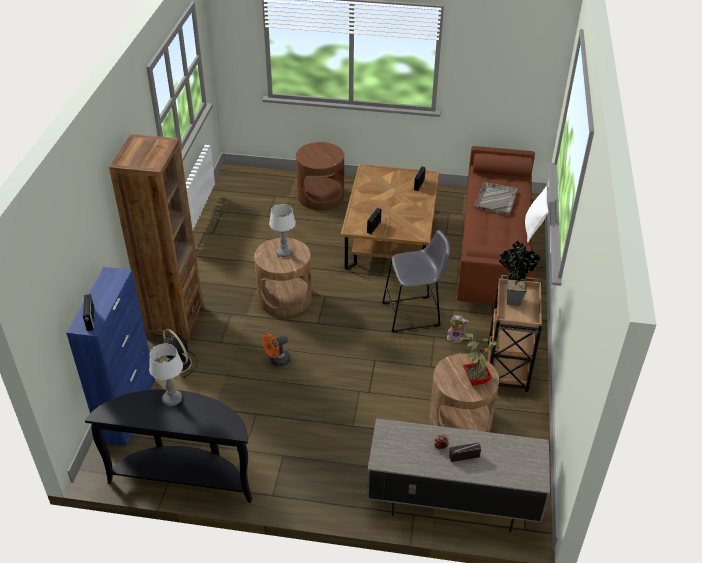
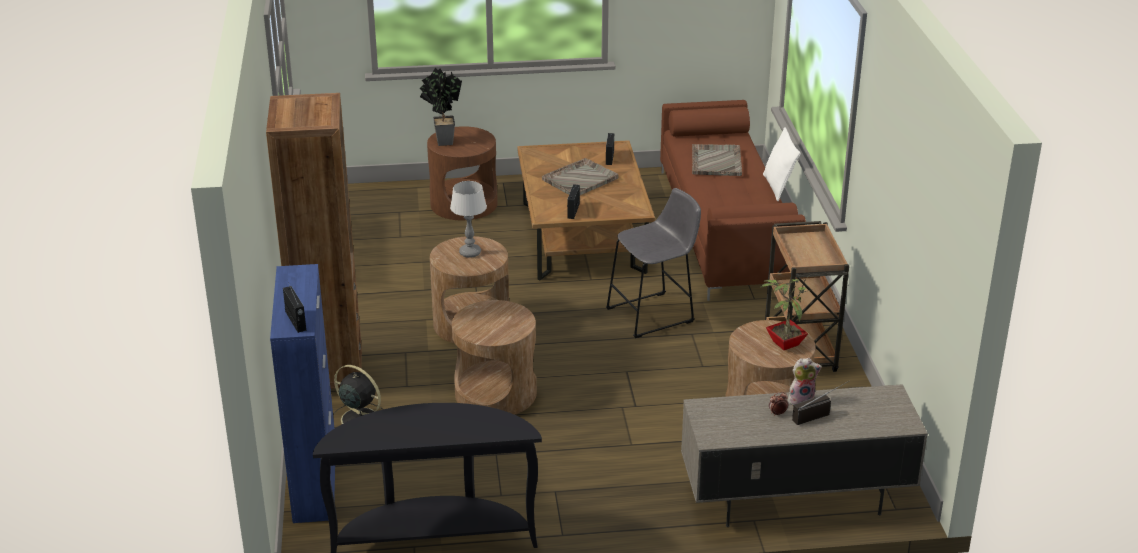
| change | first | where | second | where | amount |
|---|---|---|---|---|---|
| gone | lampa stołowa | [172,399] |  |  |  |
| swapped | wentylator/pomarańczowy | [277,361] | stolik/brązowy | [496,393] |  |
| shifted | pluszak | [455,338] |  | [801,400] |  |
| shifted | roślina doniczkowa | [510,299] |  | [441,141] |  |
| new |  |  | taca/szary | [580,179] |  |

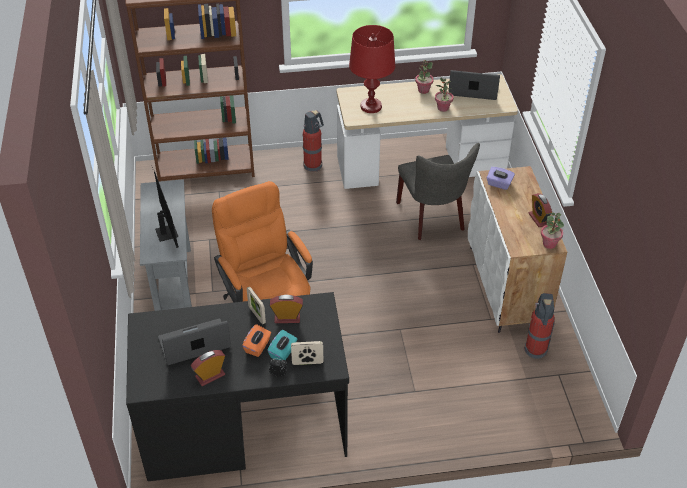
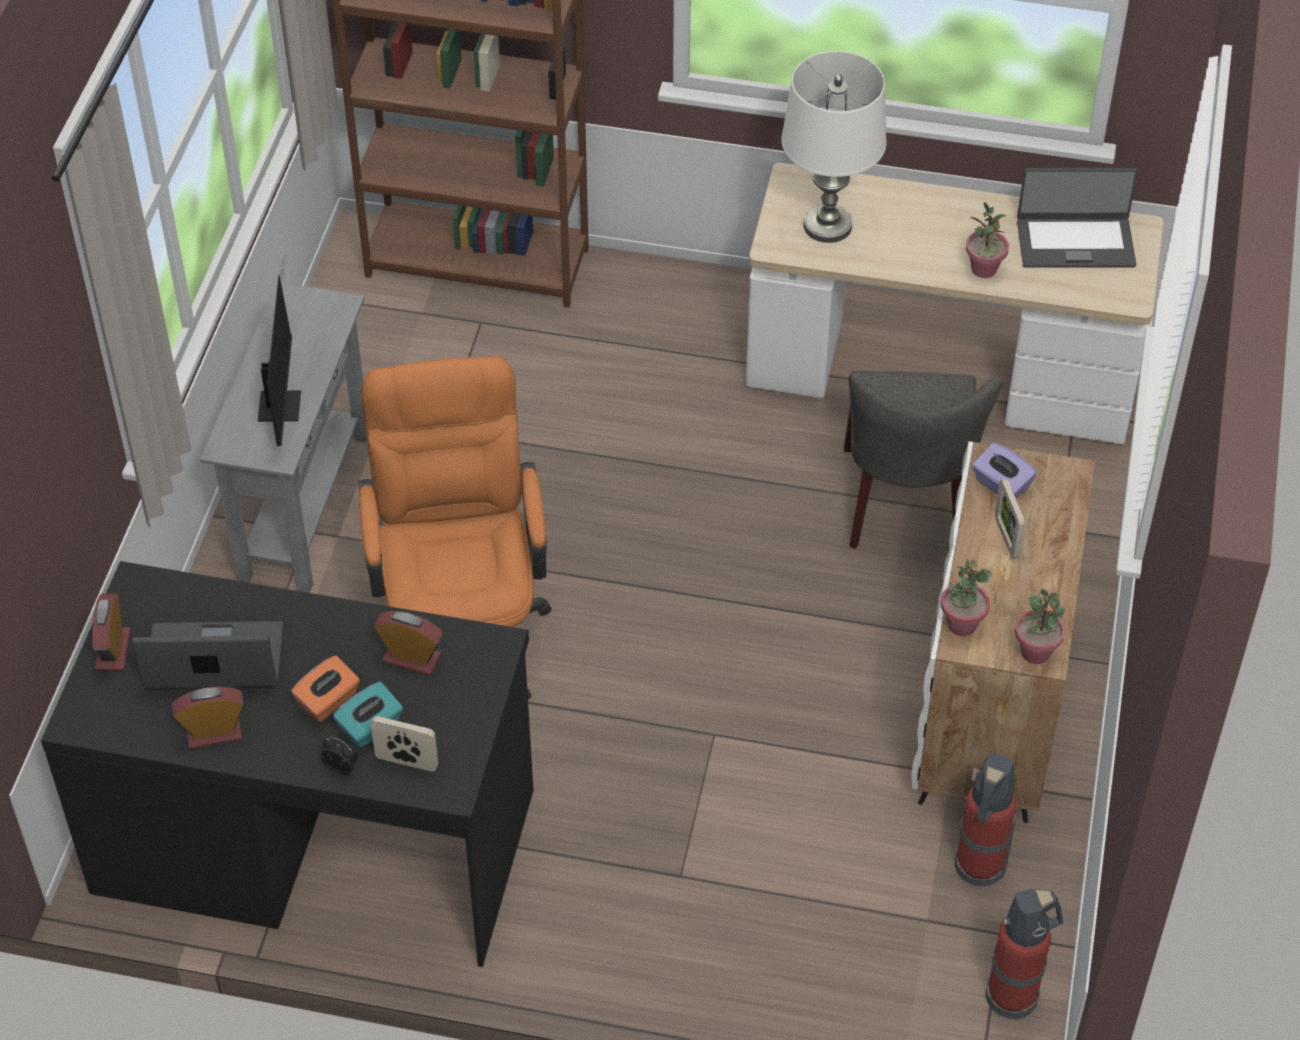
| change | first | where | second | where | amount |
|---|---|---|---|---|---|
| shifted | ramka na zdjęcie | [257,315] |  | [1006,537] |  |
| shifted | gaśnica | [313,165] |  | [1014,995] |  |
| repainted | lampa stołowa/czerwony | [371,106] | lampa stołowa/biały | [828,225] |  |
| shifted | roślina doniczkowa | [423,90] |  | [961,624] |  |
| rotated | laptop | [473,90] |  | [1075,242] | 150 degrees clockwise |
| shifted | budzik | [538,219] |  | [113,650] |  |

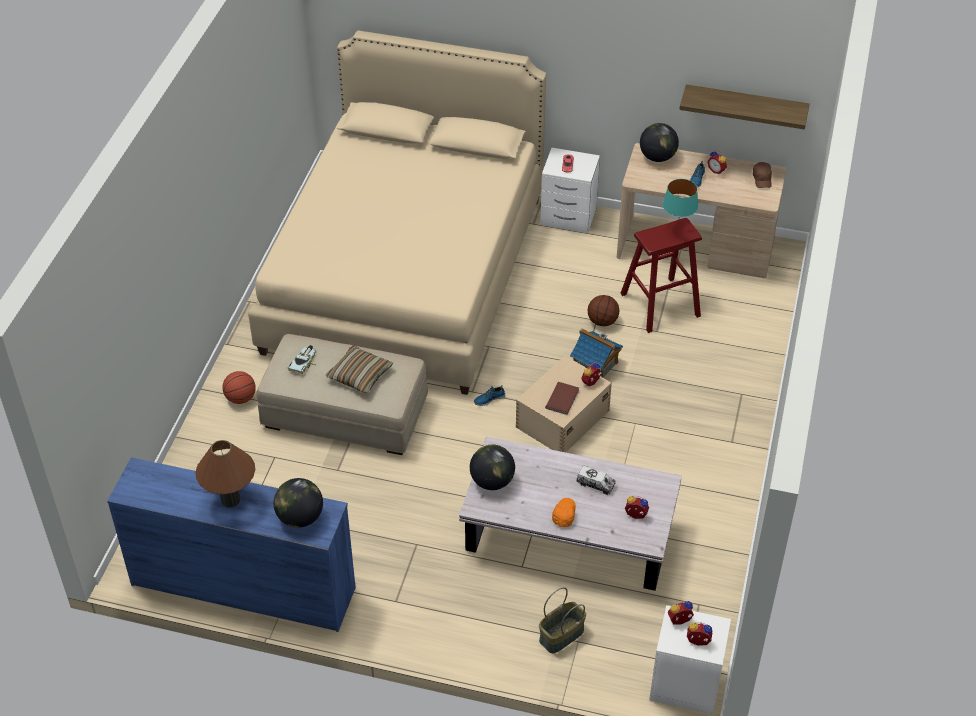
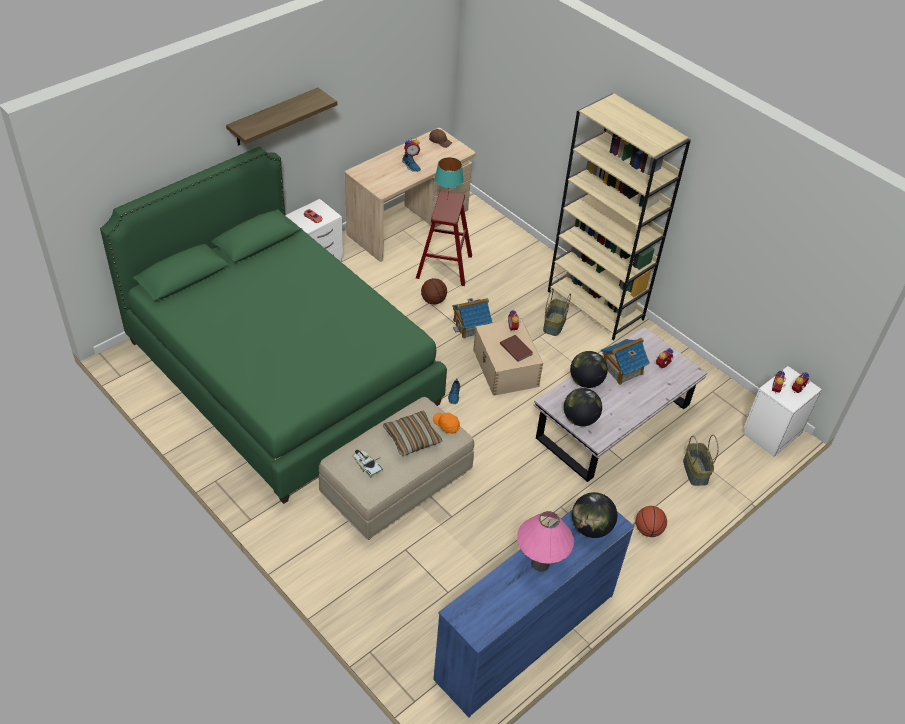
| change | first | where | second | where | amount |
|---|---|---|---|---|---|
| repainted | lampa stołowa/brązowy | [230,500] | lampa stołowa/różowy | [540,563] |  |
| shifted | piłka do koszykówki | [240,398] |  | [648,530] |  |
| repainted | łóżko/beżowy | [405,273] | łóżko/zielony | [282,372] |  |
| shifted | czapka z daszkiem/pomarańczowy | [564,515] |  | [446,425] |  |
| swapped | ciężarówka zabawkowa | [595,484] | domek | [621,369] |  |
| shifted | globus | [657,157] |  | [586,381] |  |
| shifted | półka | [745,106] |  | [274,117] |  |
| new |  |  | koszyk | [554,324] |  |
| new |  |  | regał/beżowy | [596,305] |  |

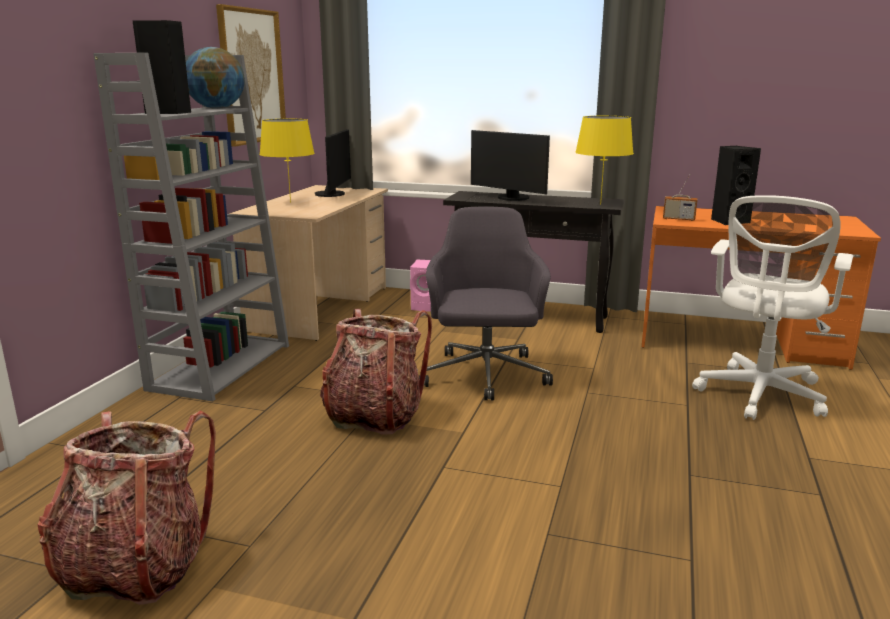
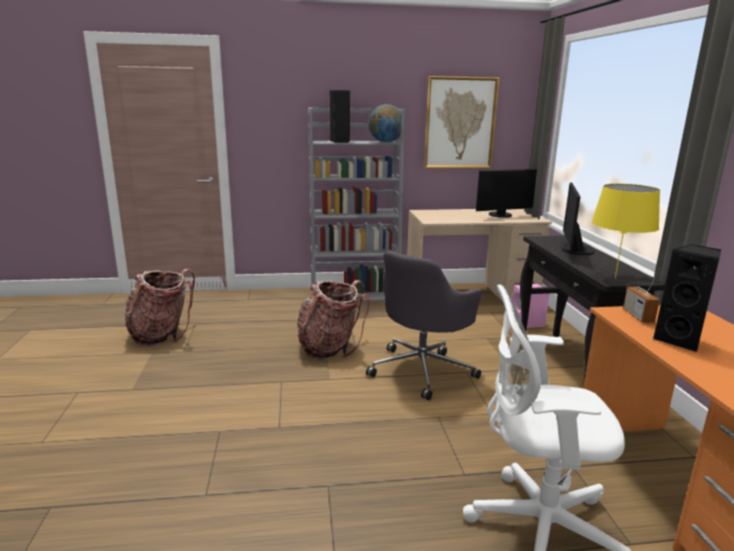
| change | first | where | second | where | amount |
|---|---|---|---|---|---|
| gone | lampa stołowa/żółty | [290,202] |  |  |  |
| rotated | krzesło biurowe/szary | [485,376] |  | [423,370] | 150 degrees clockwise |

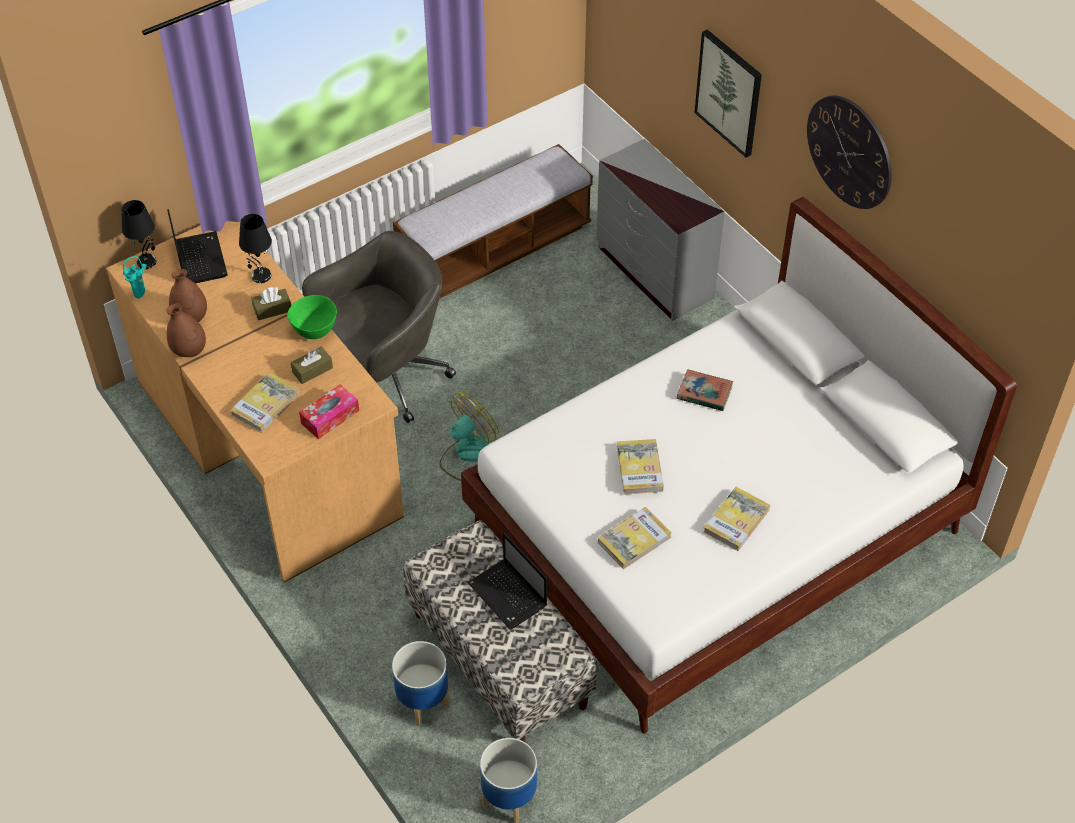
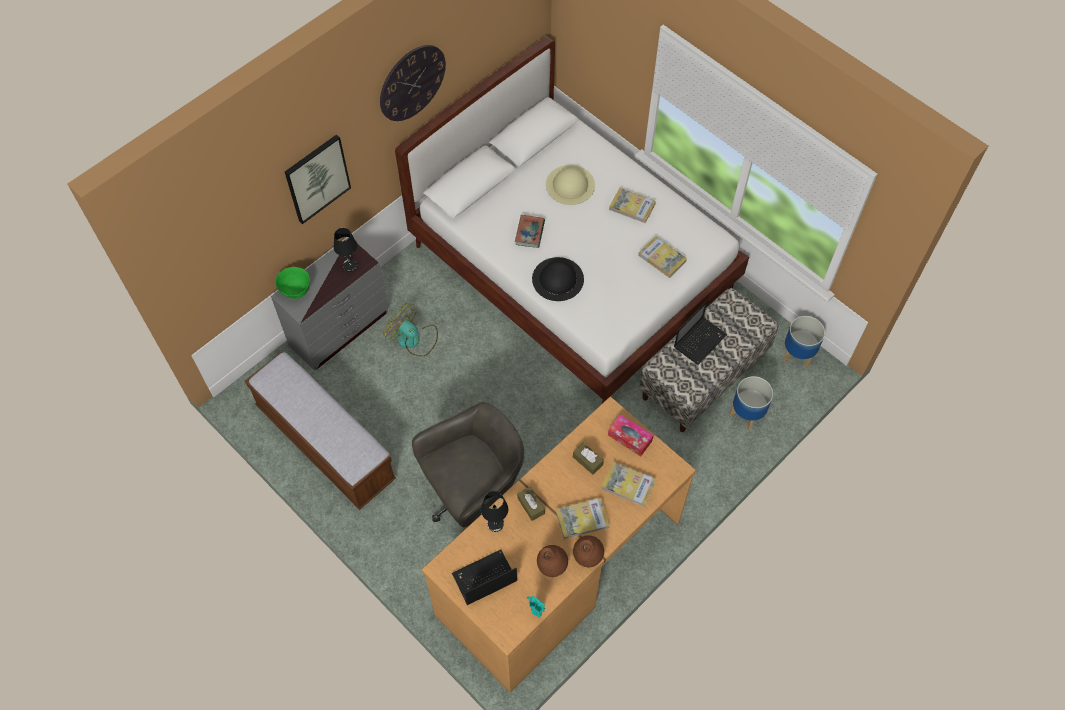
| change | first | where | second | where | amount |
|---|---|---|---|---|---|
| shifted | lampa stołowa/czarny | [147,261] |  | [349,266] |  |
| shifted | miska/zielony | [315,332] |  | [296,291] |  |
| rotated | krzesło biurowe/szary | [385,378] |  | [475,497] | 105 degrees clockwise |
| shifted | wentylator | [469,455] |  | [413,339] |  |
| shifted | książka | [639,469] |  | [582,519] |  |
| new |  |  | kapelusz/czarny | [558,279] |  |
| new |  |  | kapelusz/beżowy | [570,184] |  |

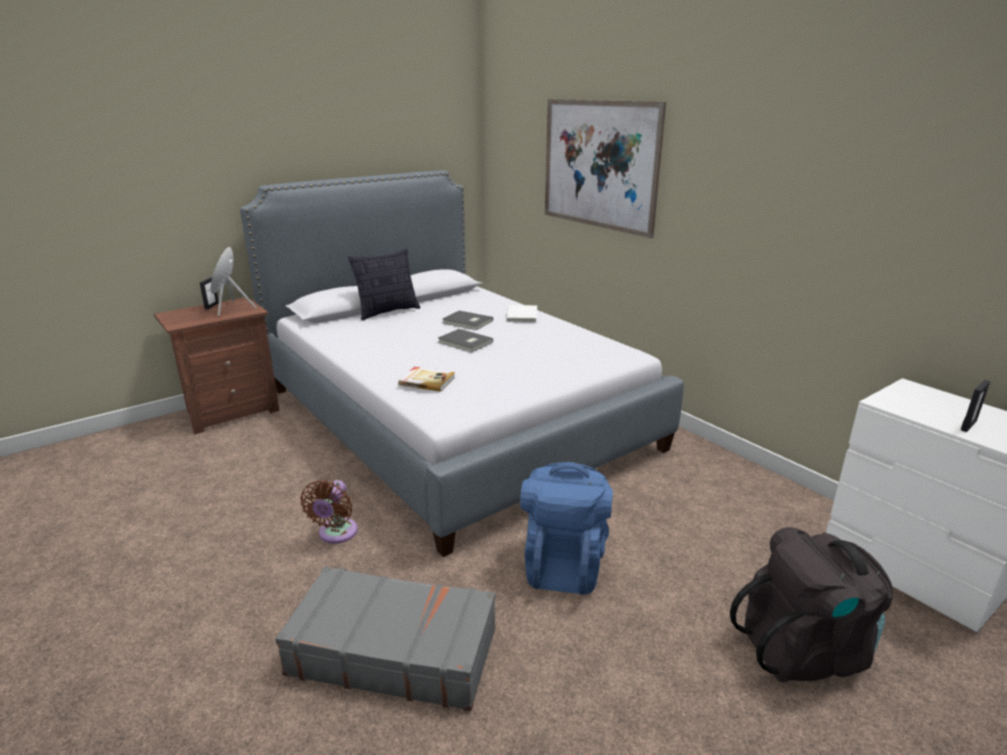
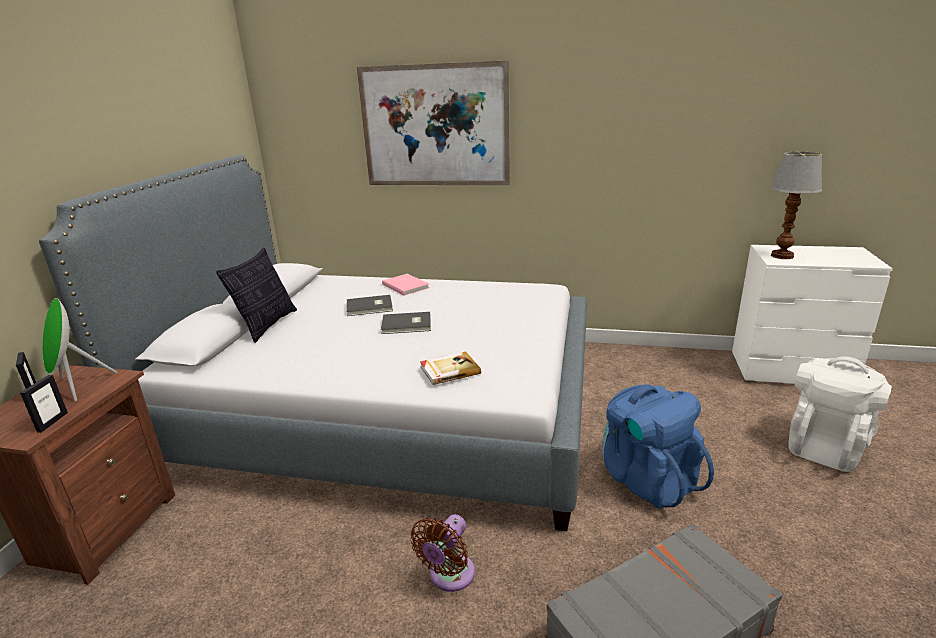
| change | first | where | second | where | amount |
|---|---|---|---|---|---|
| rotated | wentylator/brązowy | [336,534] |  | [449,576] | 60 degrees clockwise |
| repainted | książka/biały | [523,315] | książka/różowy | [406,285] |  |
| repainted | plecak/czarny | [804,650] | plecak/biały | [825,445] |  |
| shifted | ramka na zdjęcie | [968,425] |  | [52,422] |  |
| new |  |  | lampa stołowa | [782,256] |  |

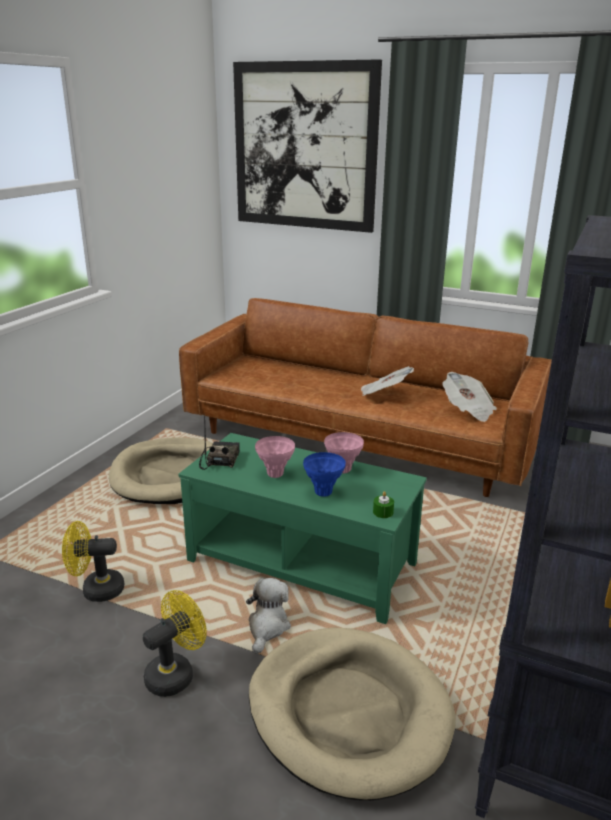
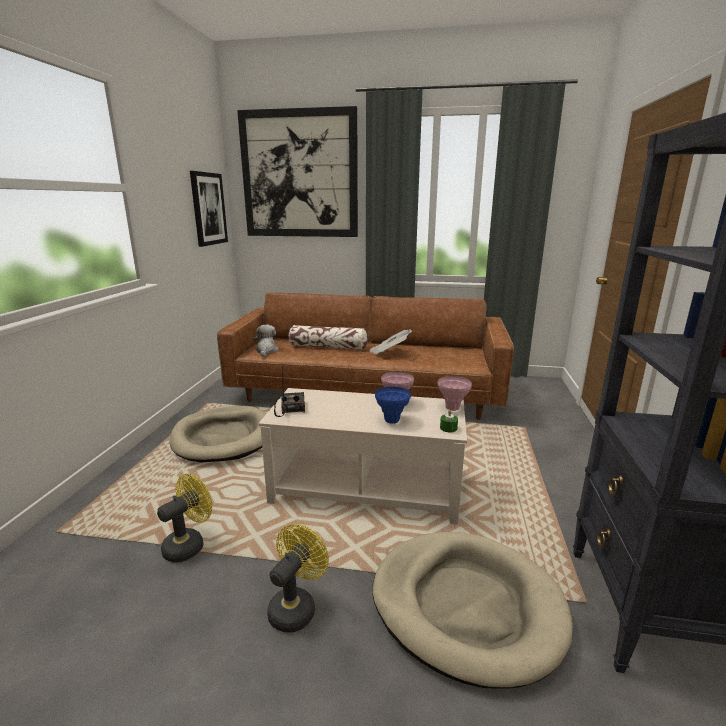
| change | first | where | second | where | amount |
|---|---|---|---|---|---|
| rotated | wentylator/żółty | [96,590] |  | [189,544] | 150 degrees clockwise |
| repainted | ława/zielony | [302,562] | ława/beżowy | [366,488] |  |
| shifted | pluszak | [267,627] |  | [266,351] |  |
| shifted | wazon/różowy | [275,474] |  | [452,408] |  |
| gone | gazeta | [468,410] |  |  |  |
| new |  |  | obraz | [208,209] |  |
| new |  |  | poduszka | [328,347] |  |

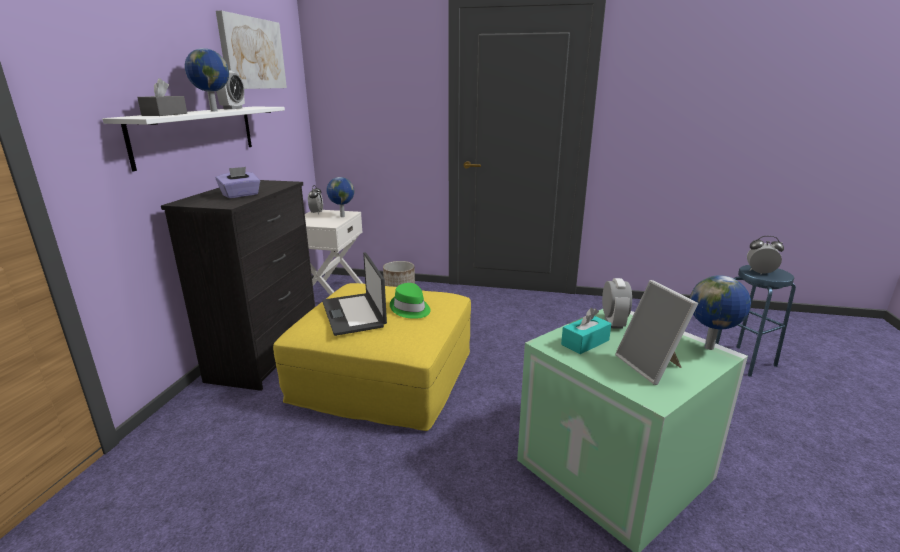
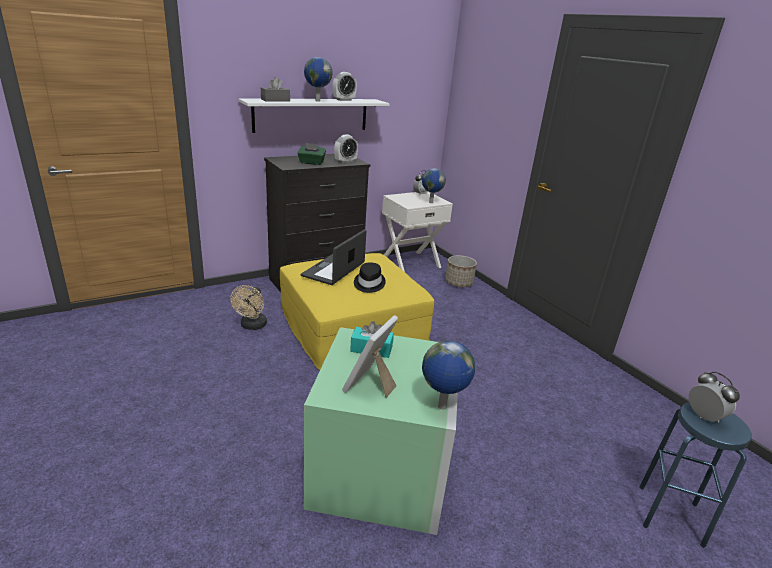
| change | first | where | second | where | amount |
|---|---|---|---|---|---|
| gone | obraz | [252,53] |  |  |  |
| repainted | pudełko chusteczek/fioletowy | [240,195] | pudełko chusteczek/zielony | [311,163] |  |
| repainted | kapelusz/zielony | [410,309] | kapelusz/czarny | [368,284] |  |
| shifted | budzik | [613,322] |  | [345,161] |  |
| new |  |  | wentylator/beżowy | [252,326] |  |

